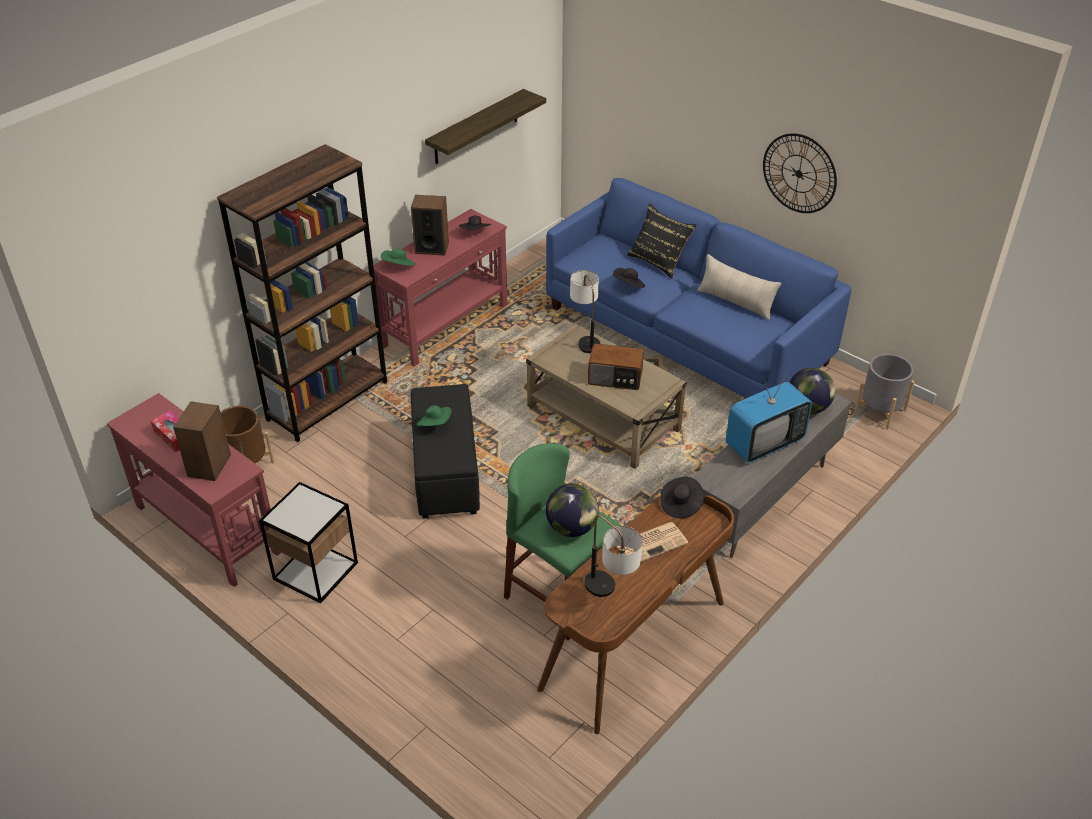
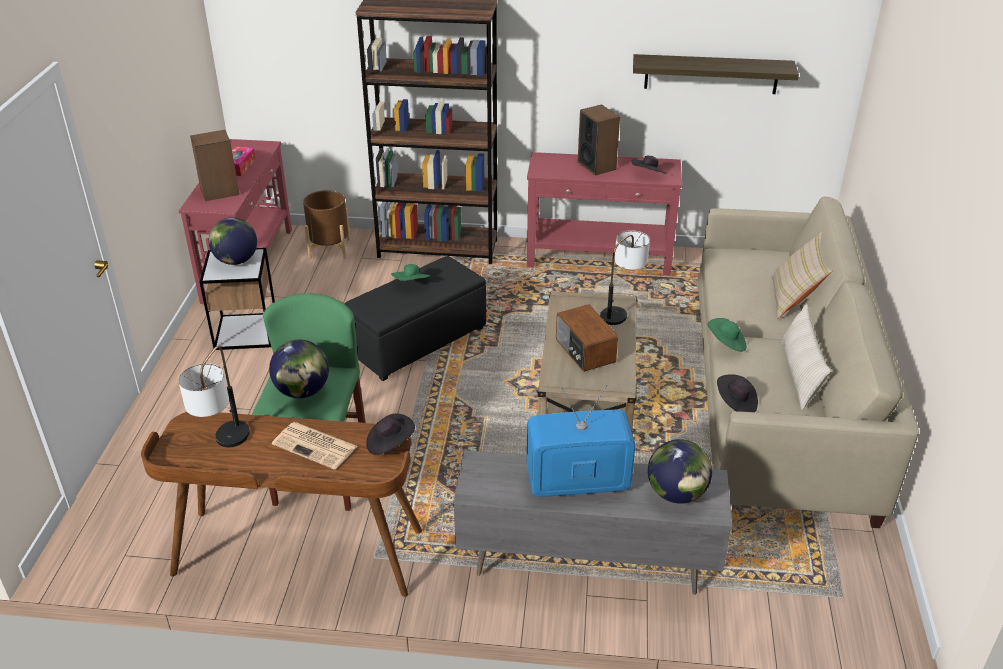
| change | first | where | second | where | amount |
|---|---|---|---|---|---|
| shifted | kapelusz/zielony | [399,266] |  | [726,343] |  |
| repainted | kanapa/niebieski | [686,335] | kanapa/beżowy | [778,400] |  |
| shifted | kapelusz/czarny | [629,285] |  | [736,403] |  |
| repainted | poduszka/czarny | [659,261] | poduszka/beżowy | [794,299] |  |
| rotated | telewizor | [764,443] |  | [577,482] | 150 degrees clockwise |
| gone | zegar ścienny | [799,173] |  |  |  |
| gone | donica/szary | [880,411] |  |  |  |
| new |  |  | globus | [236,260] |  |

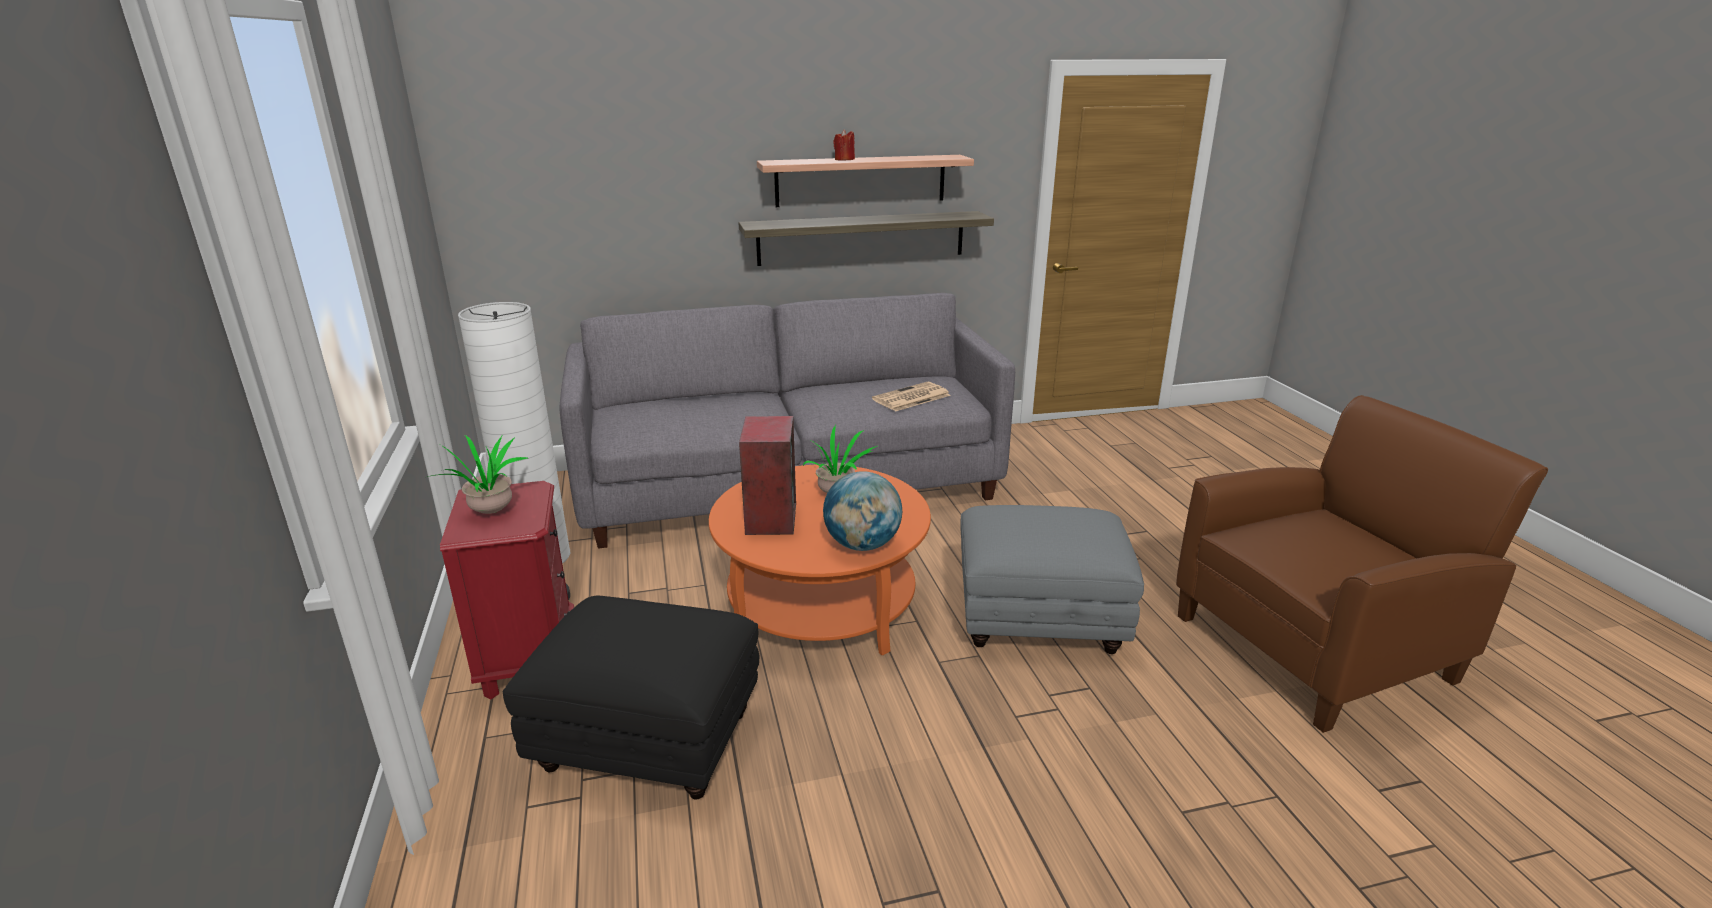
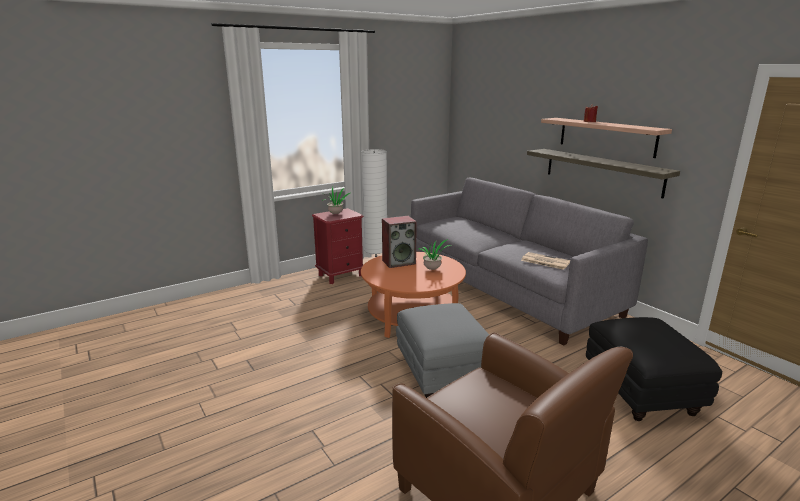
| change | first | where | second | where | amount |
|---|---|---|---|---|---|
| shifted | pufa/czarny | [650,742] |  | [642,393] |  |
| gone | globus | [862,545] |  |  |  |

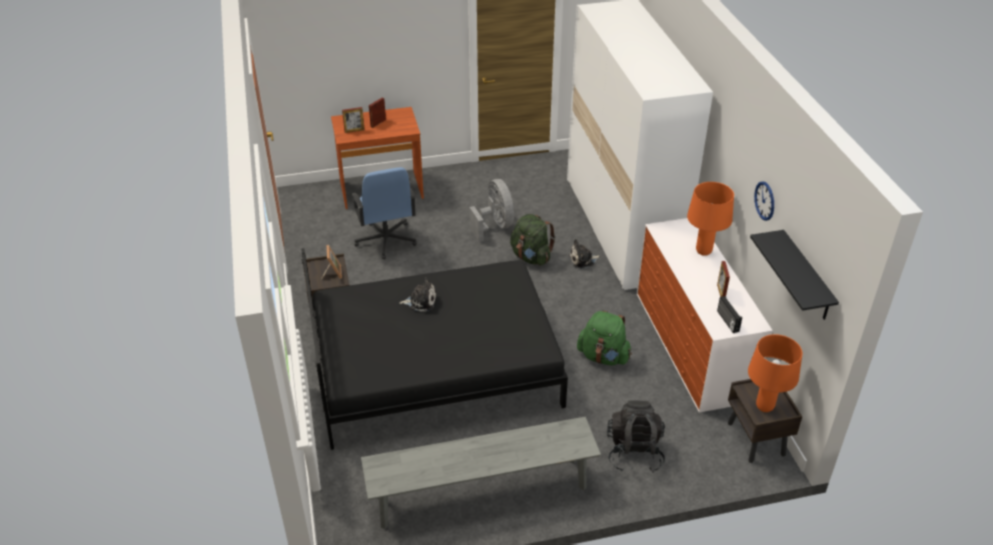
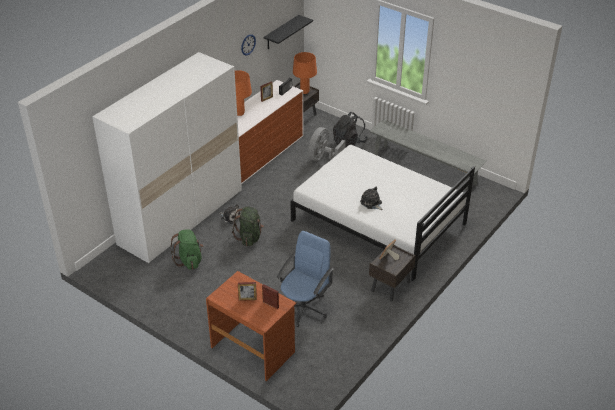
| change | first | where | second | where | amount |
|---|---|---|---|---|---|
| repainted | łóżko/czarny | [434,368] | łóżko/biały | [378,222] |  |
| shifted | wentylator/szary | [495,226] |  | [323,158] |  |
| shifted | plecak/zielony | [603,356] |  | [189,260] |  |

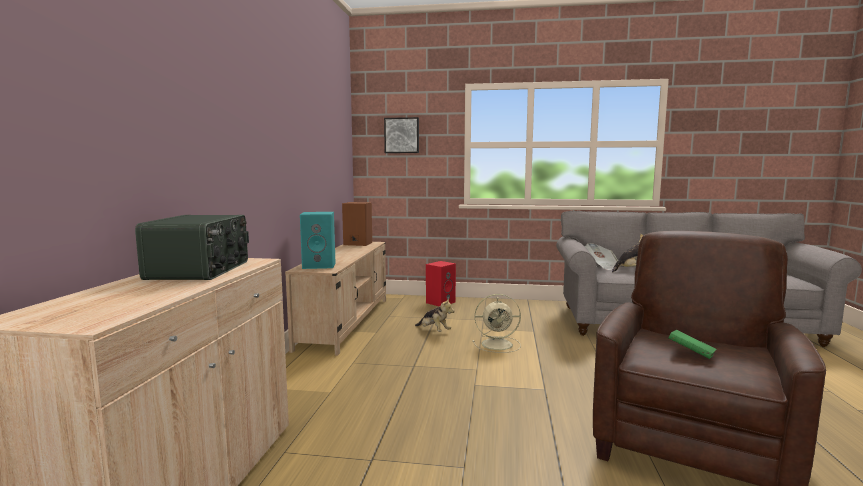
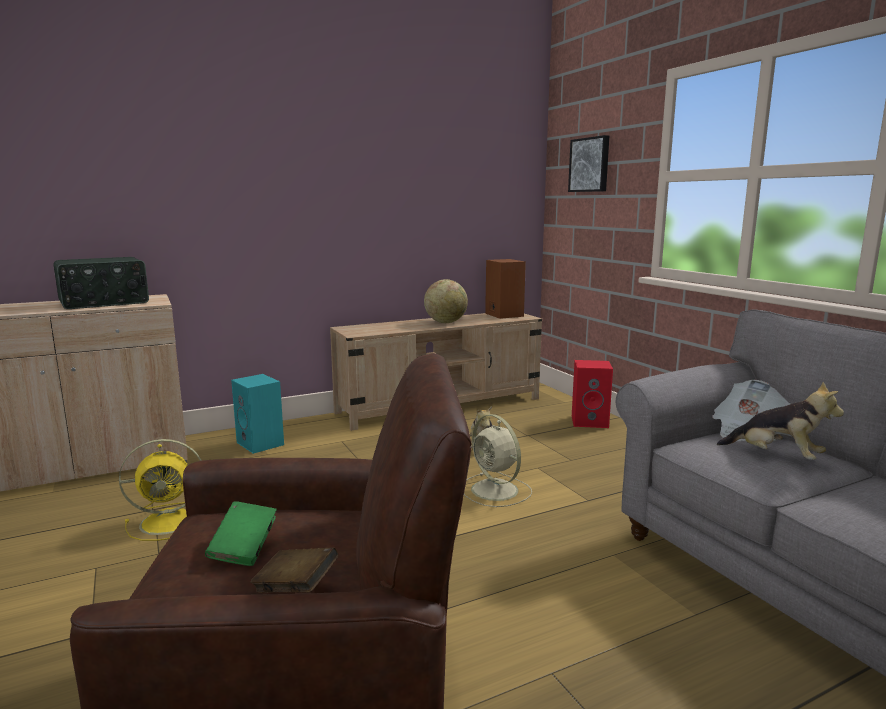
| change | first | where | second | where | amount |
|---|---|---|---|---|---|
| shifted | głośnik/turkusowy | [320,265] |  | [261,444] |  |
| new |  |  | wentylator/żółty | [170,521] |  |
| new |  |  | książka/brązowy | [296,587] |  |
| new |  |  | globus | [445,322] |  |

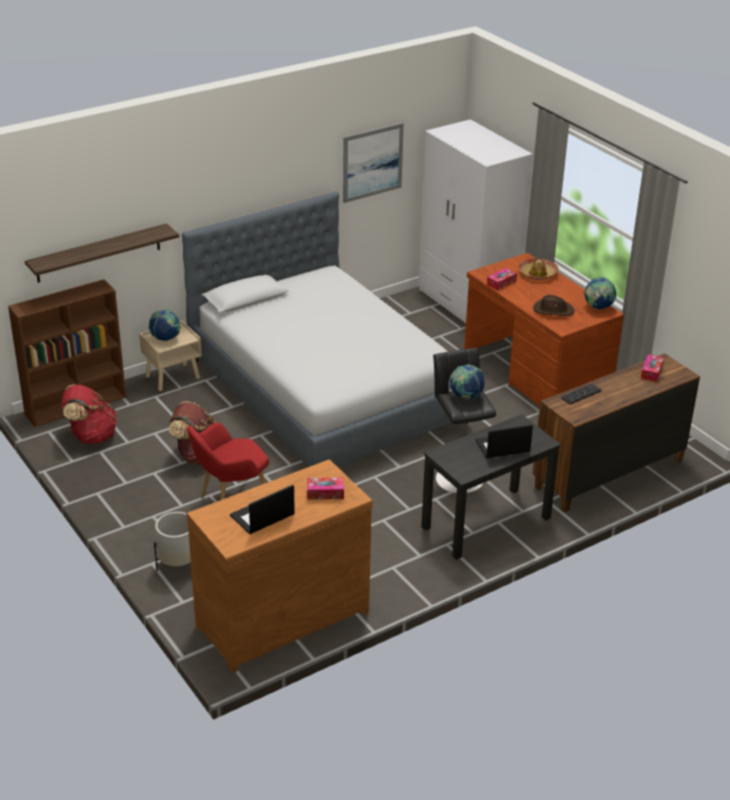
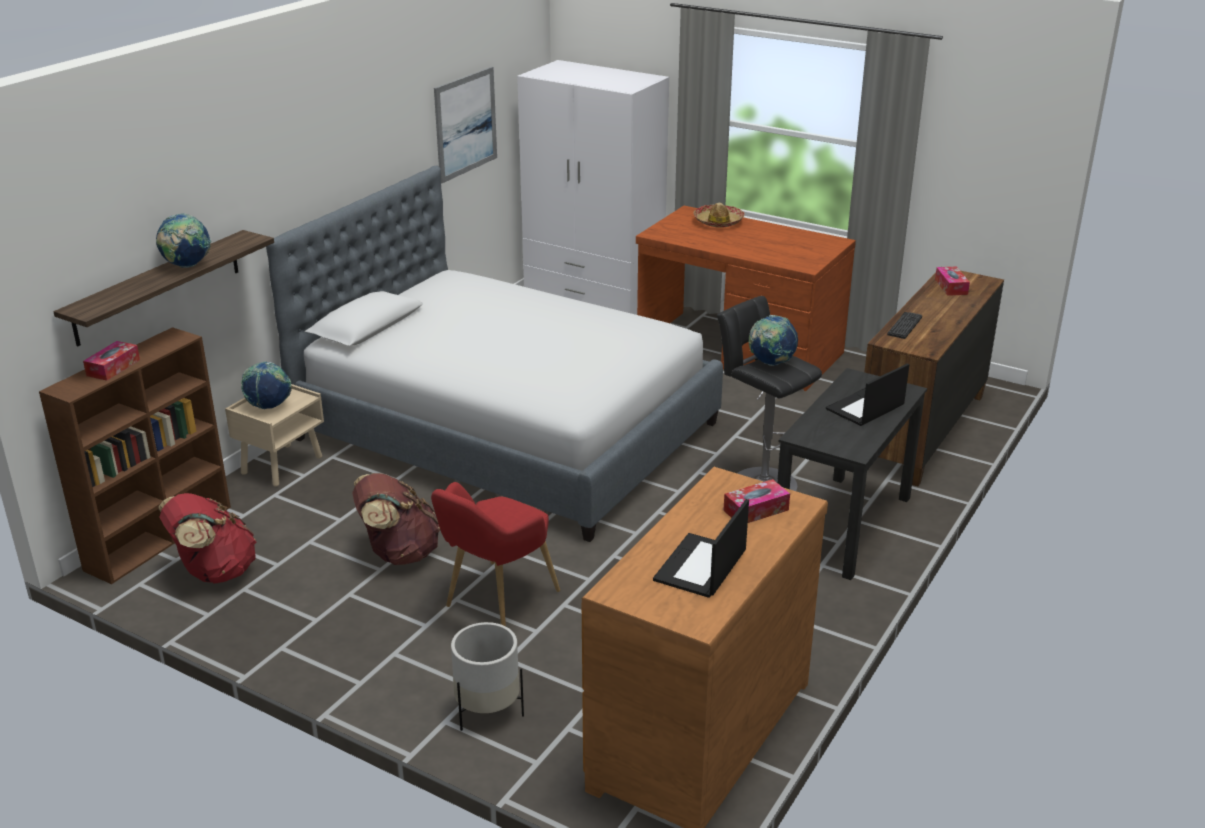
| change | first | where | second | where | amount |
|---|---|---|---|---|---|
| shifted | pudełko chusteczek | [501,283] |  | [113,367] |  |
| gone | kapelusz/brązowy | [553,310] |  |  |  |
| shifted | globus | [598,308] |  | [186,266] |  |

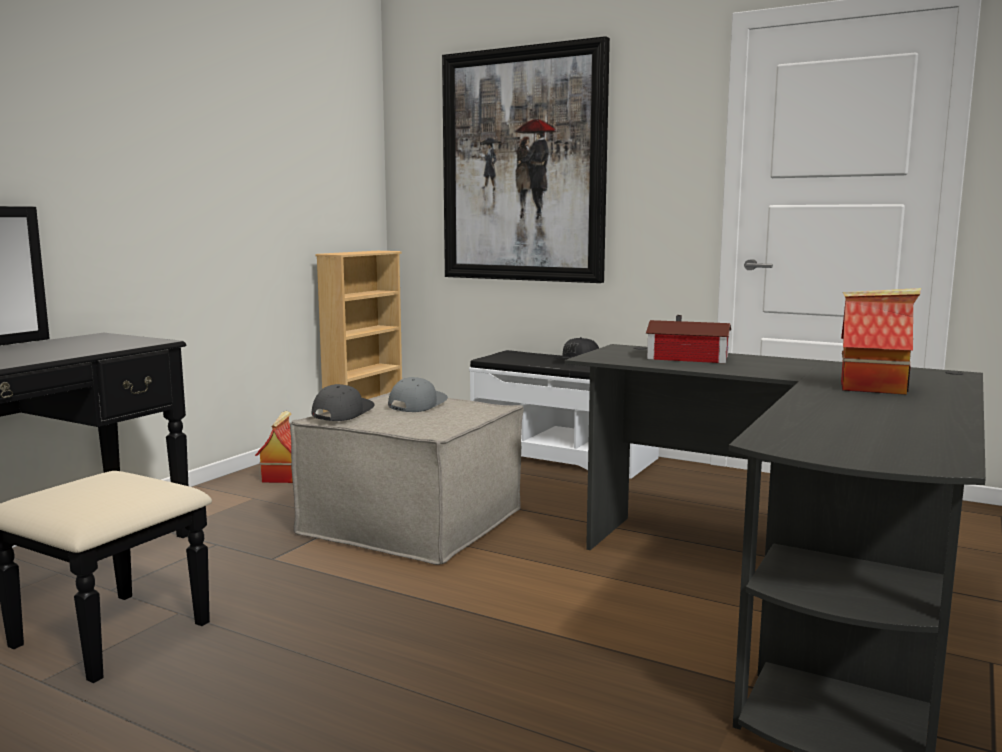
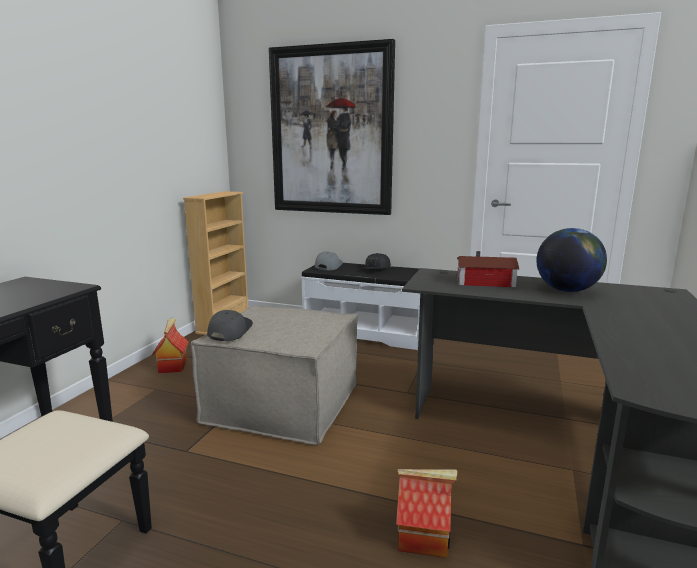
| change | first | where | second | where | amount |
|---|---|---|---|---|---|
| shifted | czapka z daszkiem/szary | [417,404] |  | [328,266] |  |
| shifted | domek | [873,387] |  | [424,538] |  |
| new |  |  | globus | [566,290] |  |

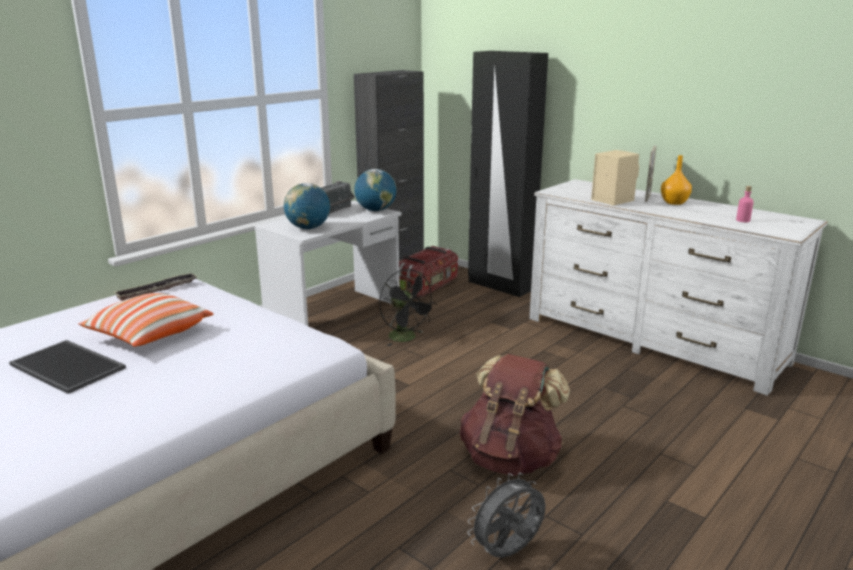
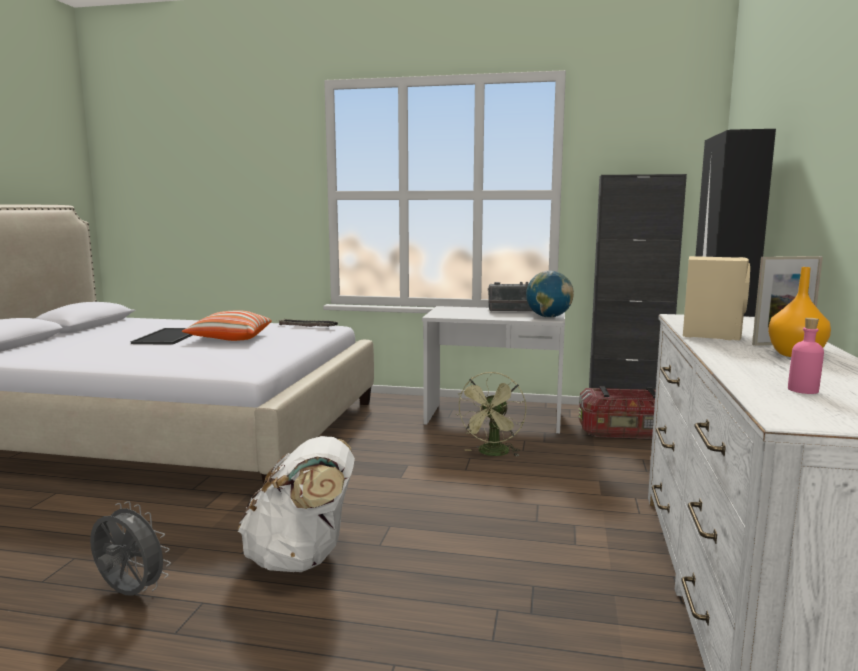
| change | first | where | second | where | amount |
|---|---|---|---|---|---|
| gone | globus | [308,228] |  |  |  |
| repainted | wentylator/czarny | [406,338] | wentylator/zielony | [492,453] |  |
| repainted | plecak/brązowy | [510,458] | plecak/biały | [302,558] |  |

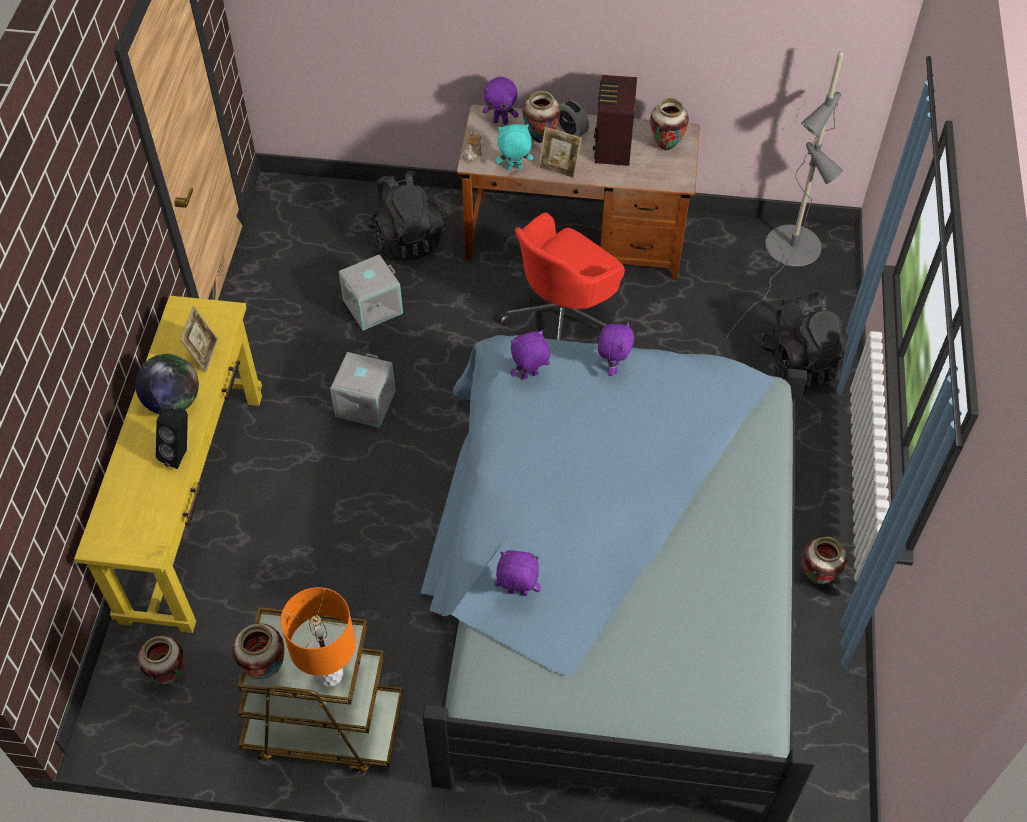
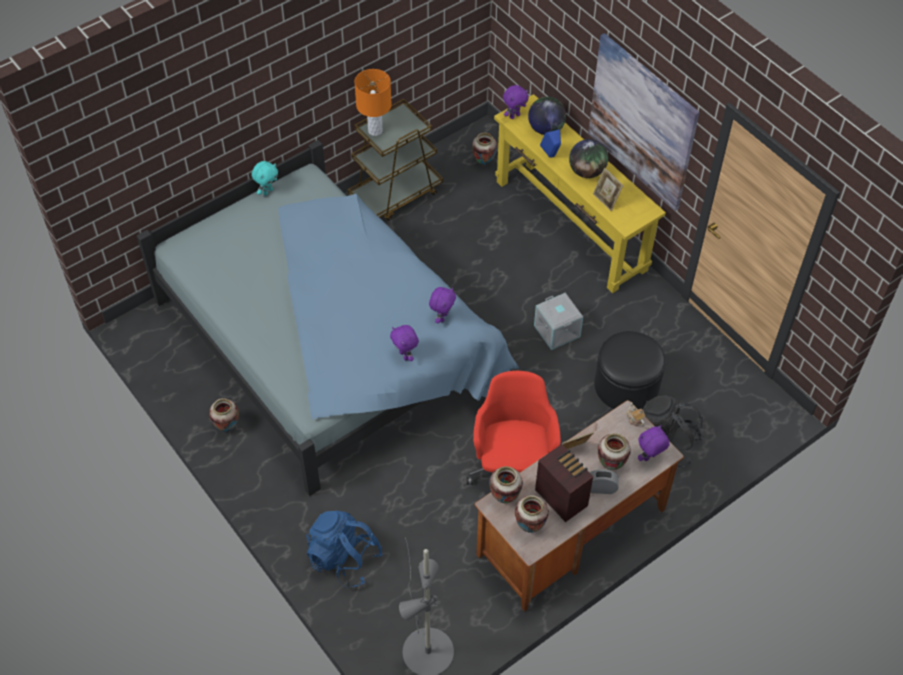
| change | first | where | second | where | amount |
|---|---|---|---|---|---|
| repainted | głośnik/czarny | [180,453] | głośnik/niebieski | [551,156] |  |
| shifted | wazon | [265,670] |  | [504,498] |  |
| swapped | pojemnik do przechowywania/szary | [373,306] | pufa/czarny | [626,385] |  |
| shifted | pluszak/fioletowy | [517,593] |  | [514,115] |  |
| shifted | pluszak/turkusowy | [514,168] |  | [267,191] |  |
| repainted | plecak/czarny | [801,362] | plecak/niebieski | [344,558] |  |
| new |  |  | globus | [545,129] |  |
| new |  |  | obraz | [642,122] |  |

